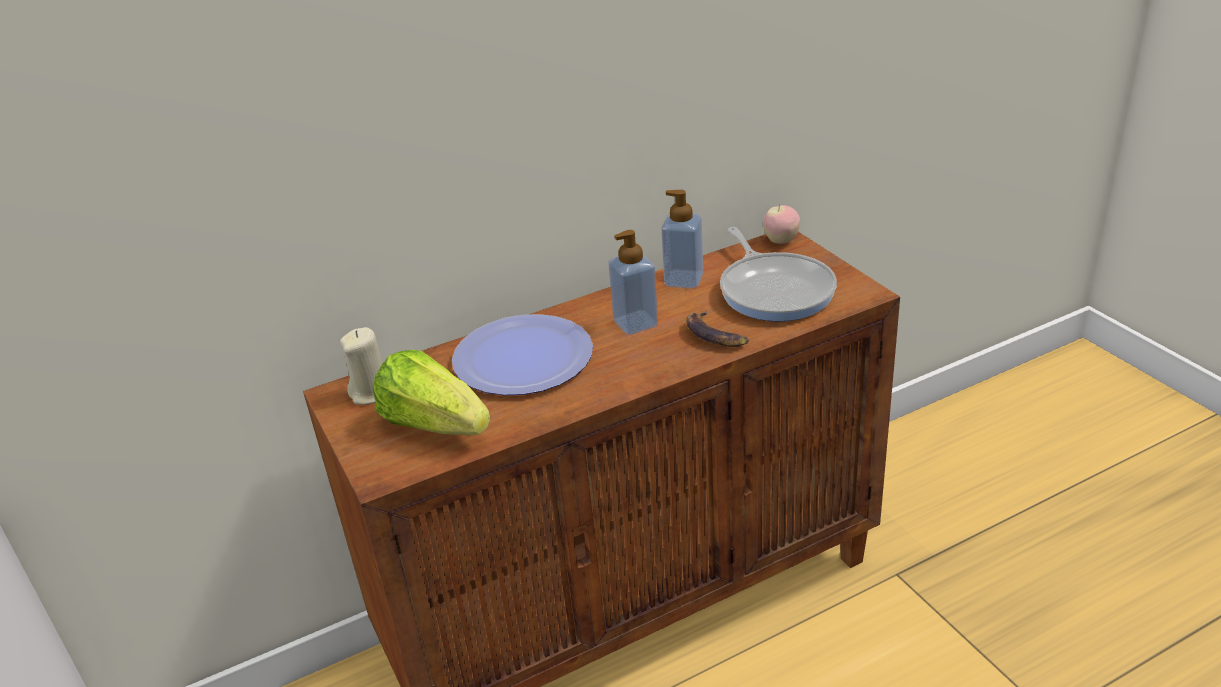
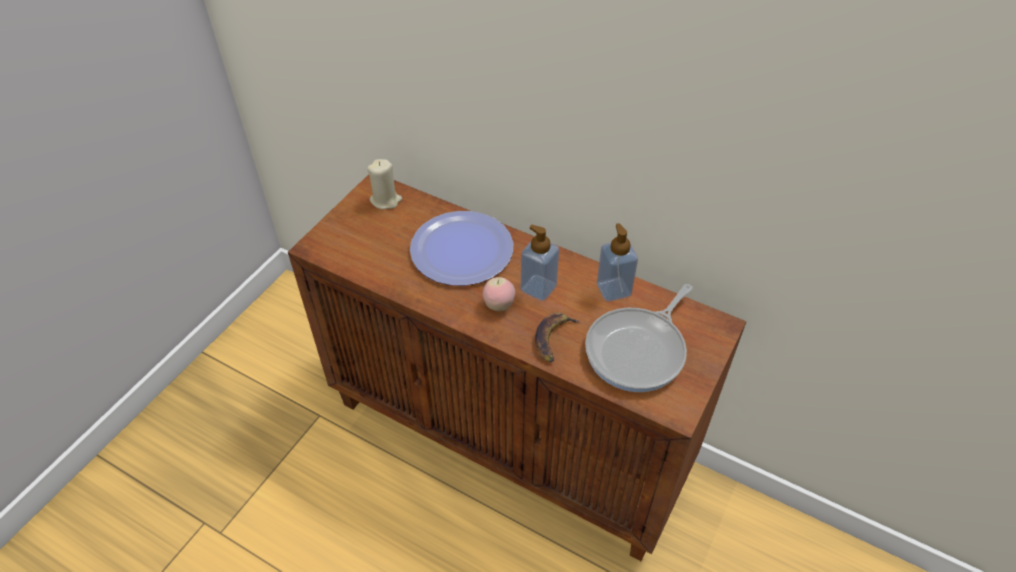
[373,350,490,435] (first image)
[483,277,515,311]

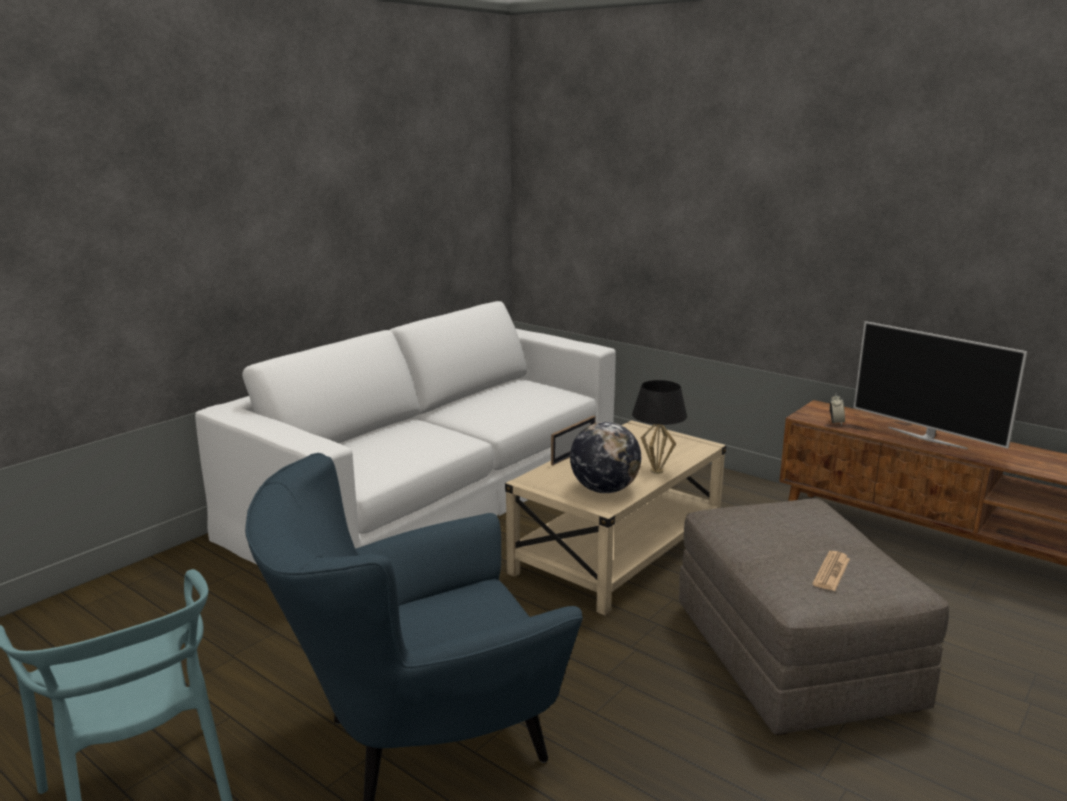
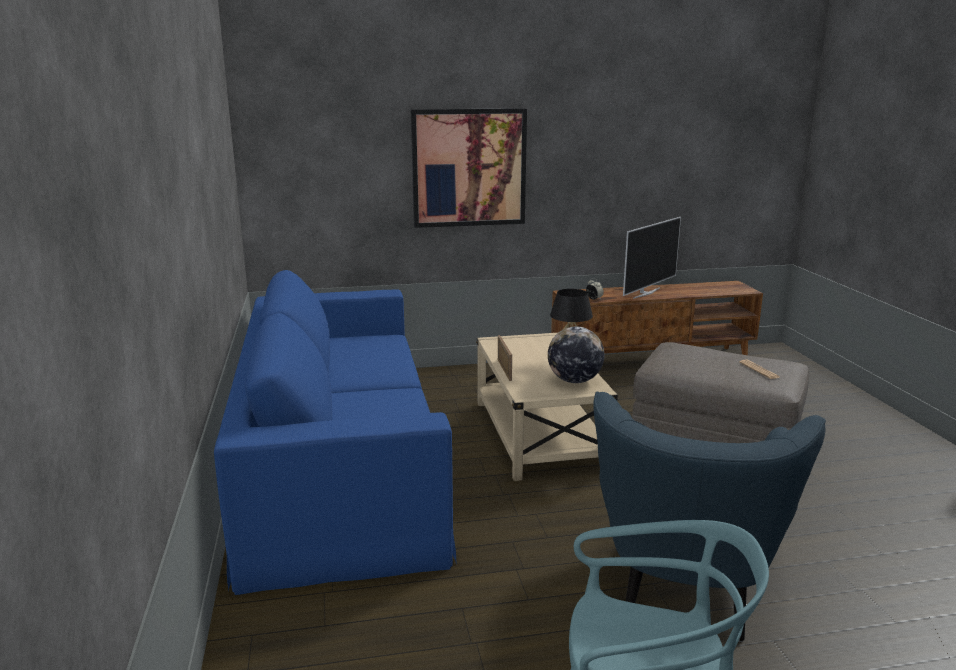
[411,108,527,228]
[214,270,457,595]
[623,217,681,299]

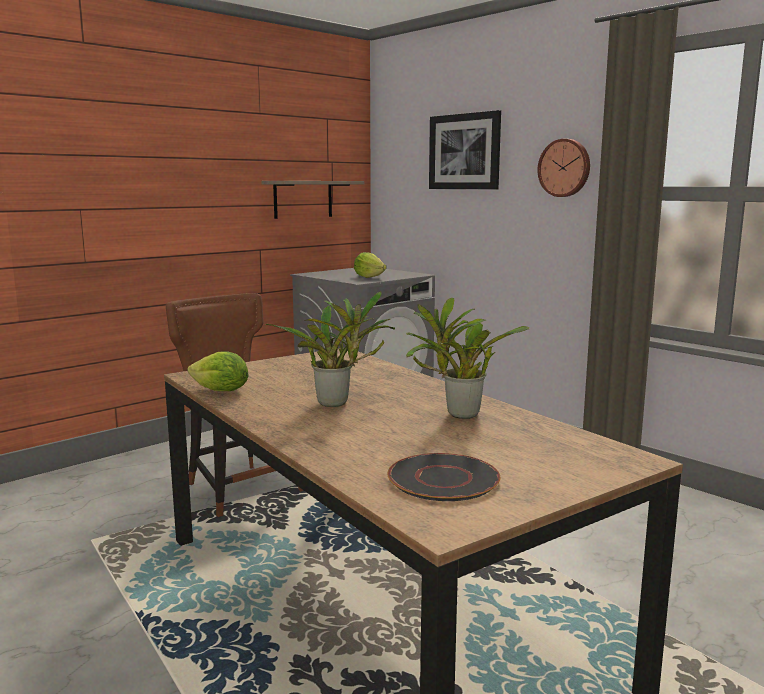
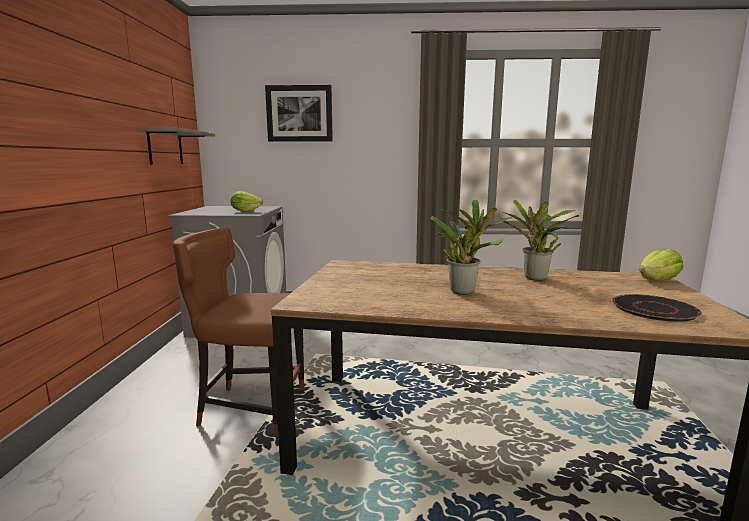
[537,139,590,197] (first image)
[639,249,683,281]

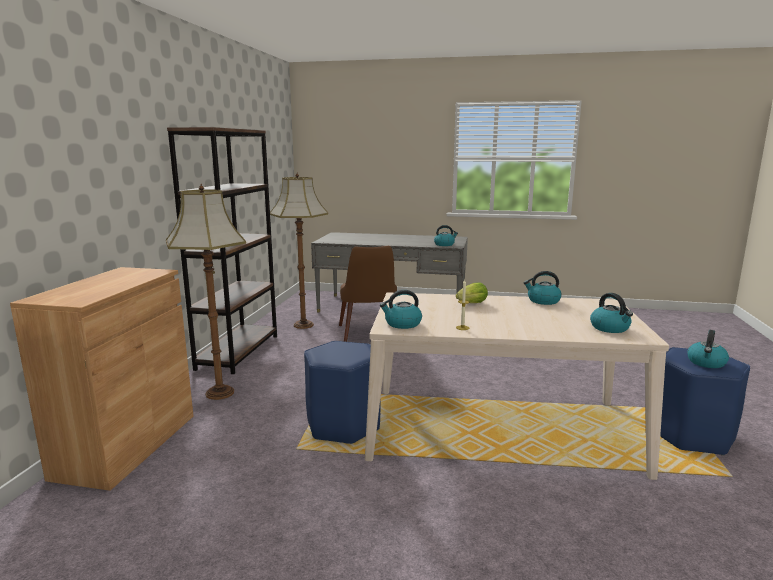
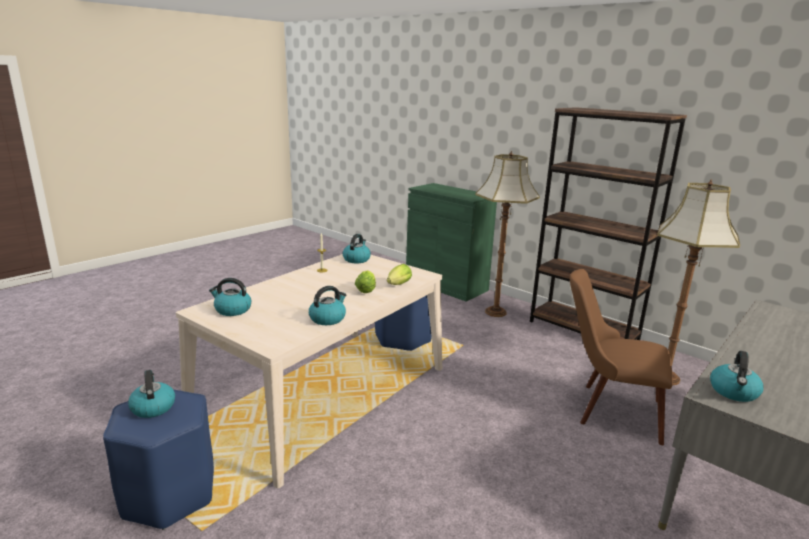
[387,264,412,285]
[406,183,497,301]

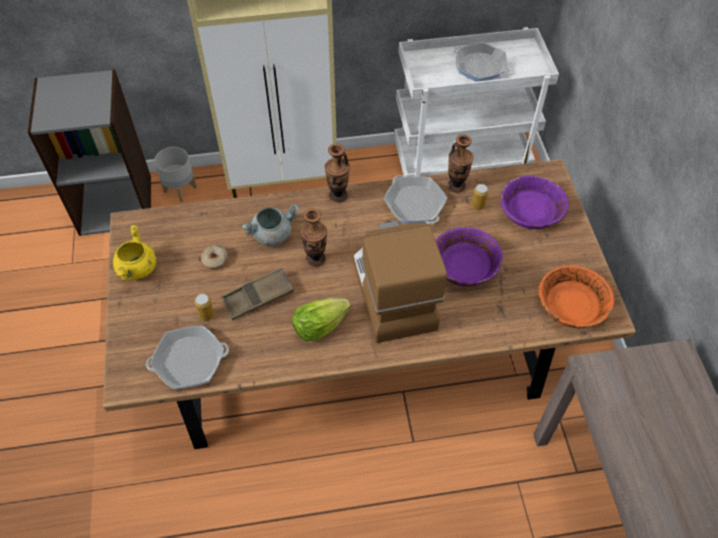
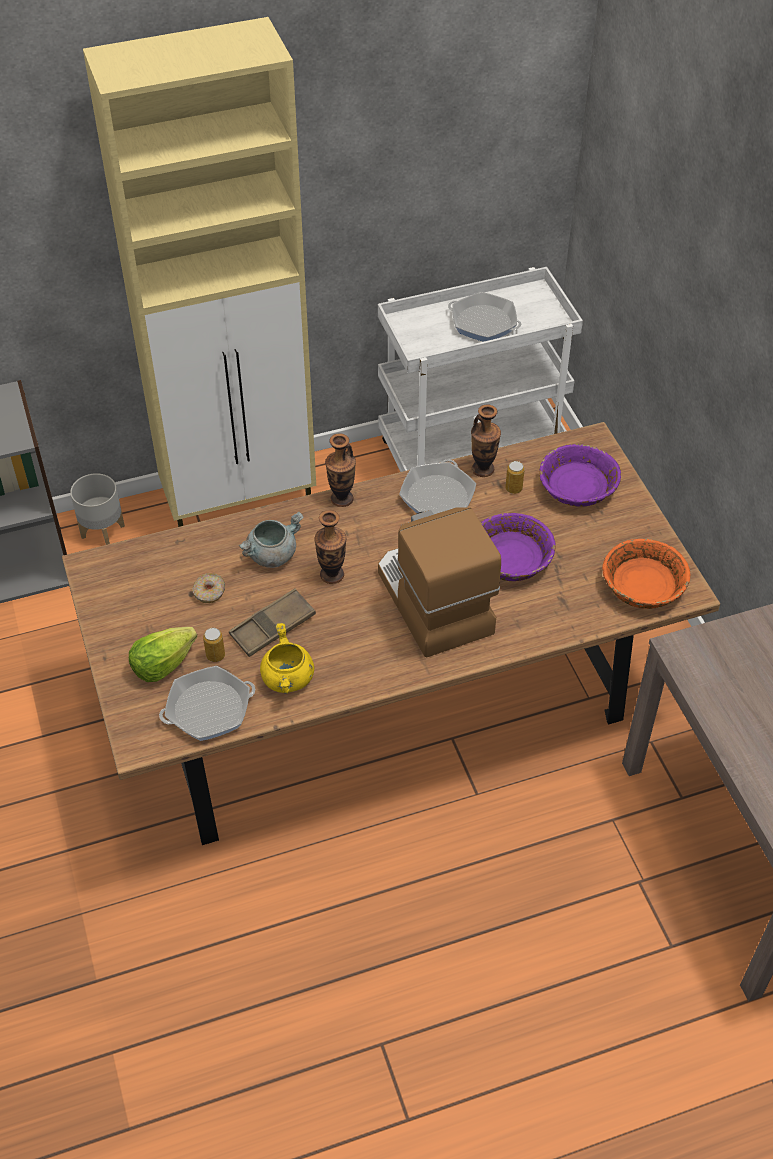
[260,623,314,694]
[129,627,198,682]
[399,459,476,514]

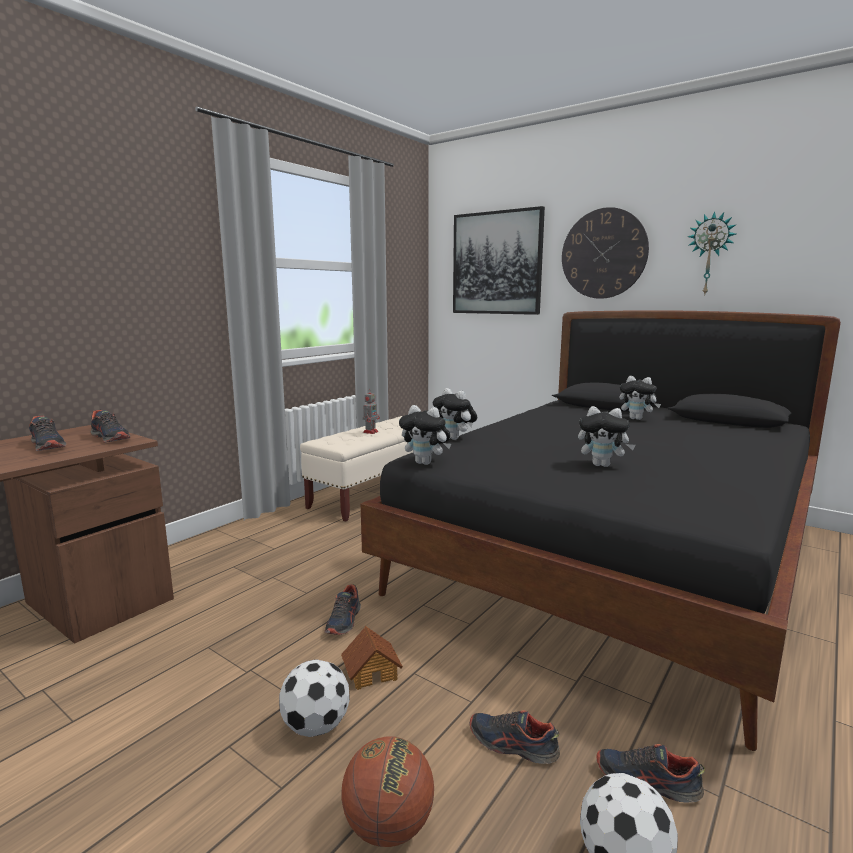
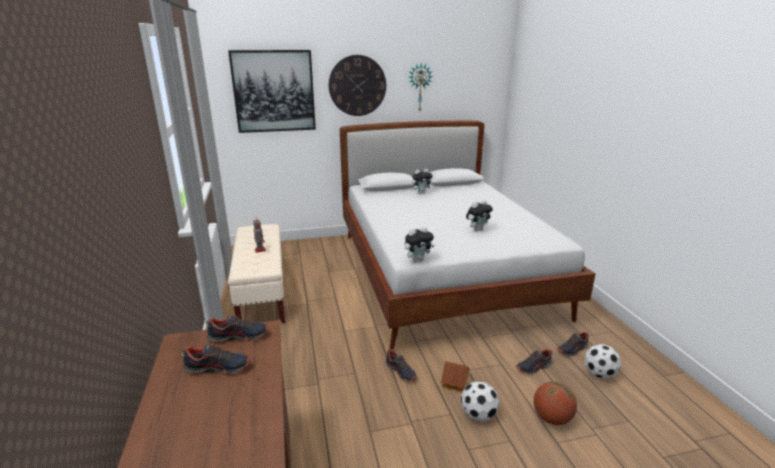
[433,388,477,440] (first image)
[340,121,596,350]

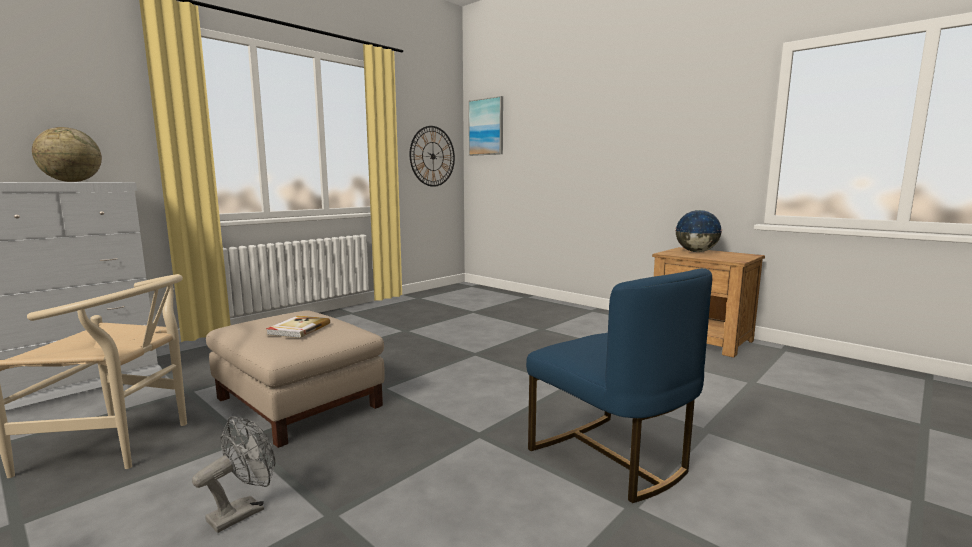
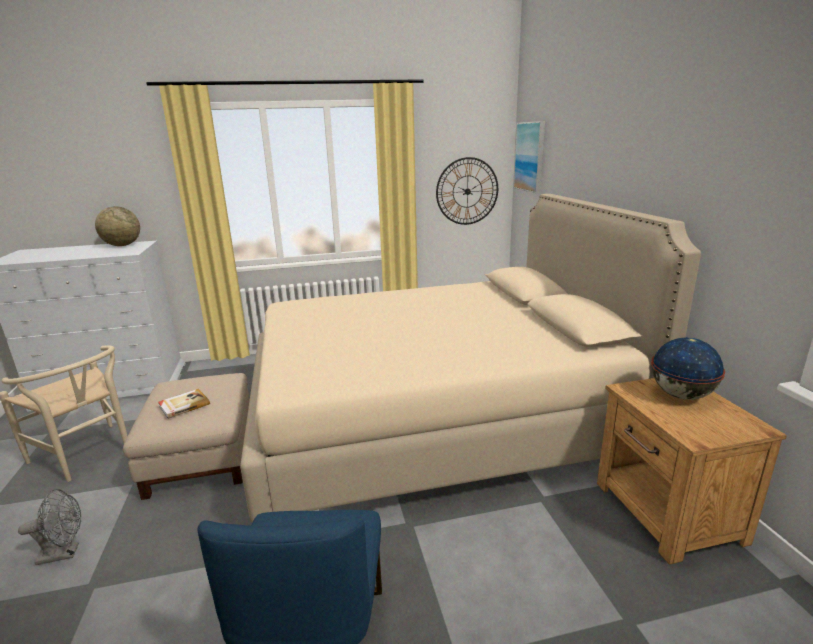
[240,194,701,523]

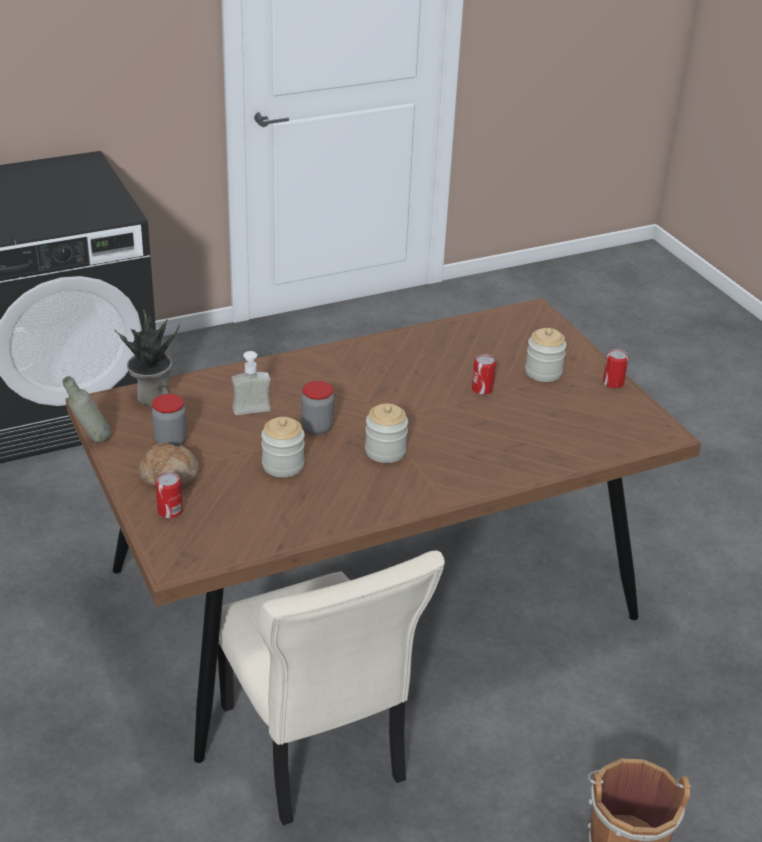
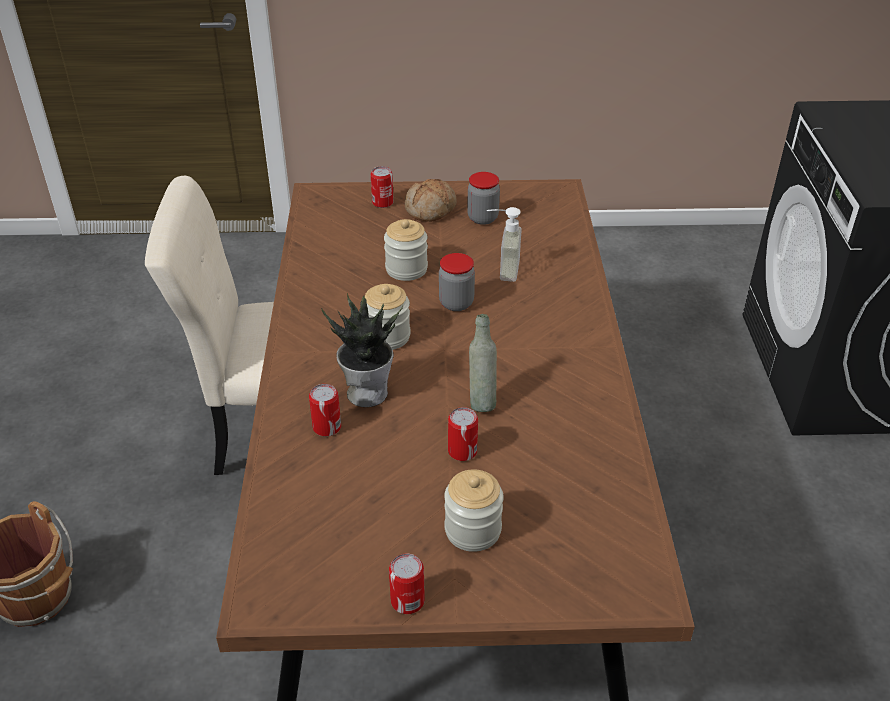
[309,384,341,436]
[469,314,497,412]
[321,293,403,407]

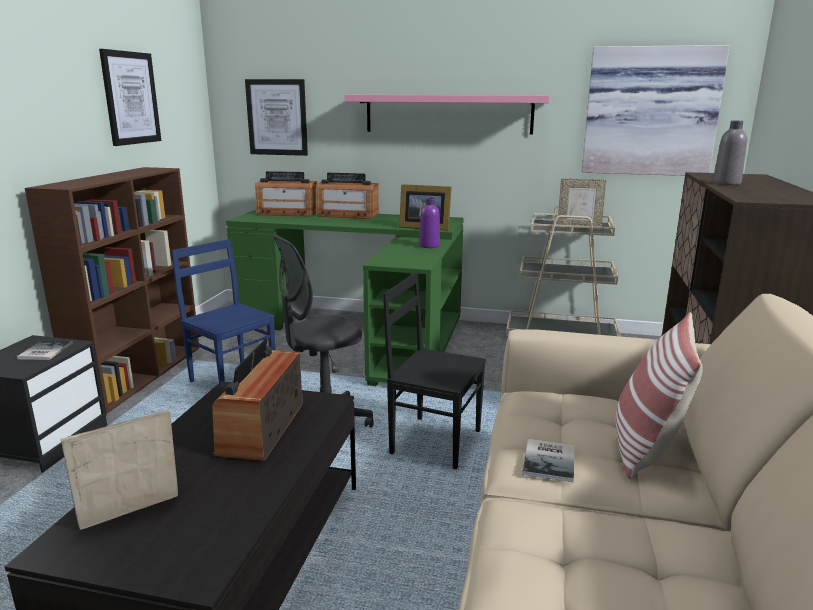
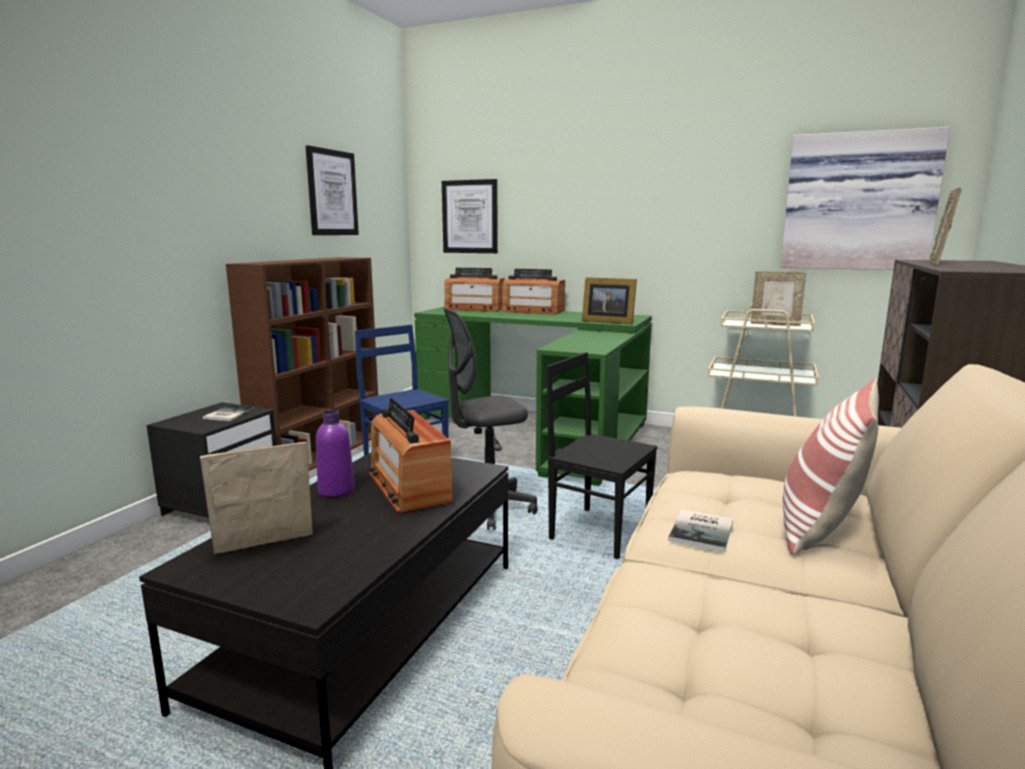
[344,95,550,134] (first image)
[316,410,354,497]
[930,188,962,265]
[369,398,452,513]

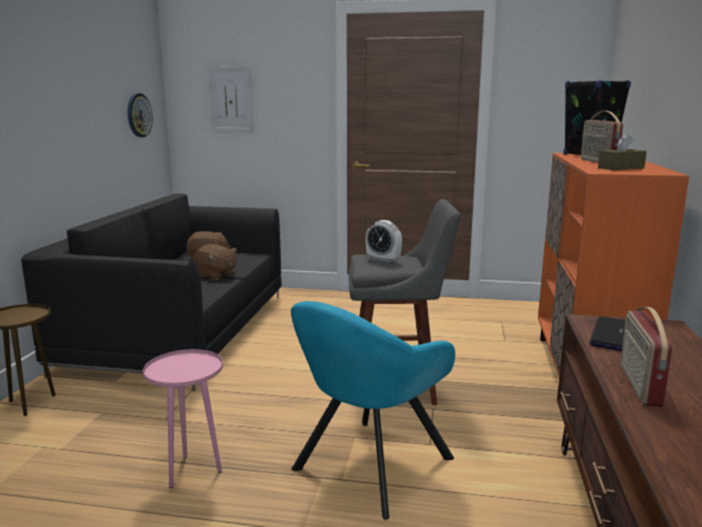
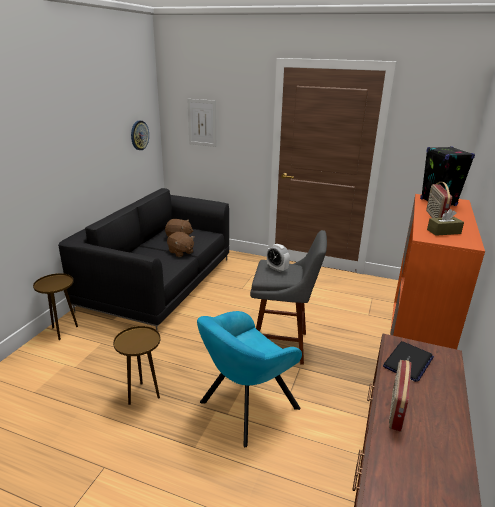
[113,326,160,405]

